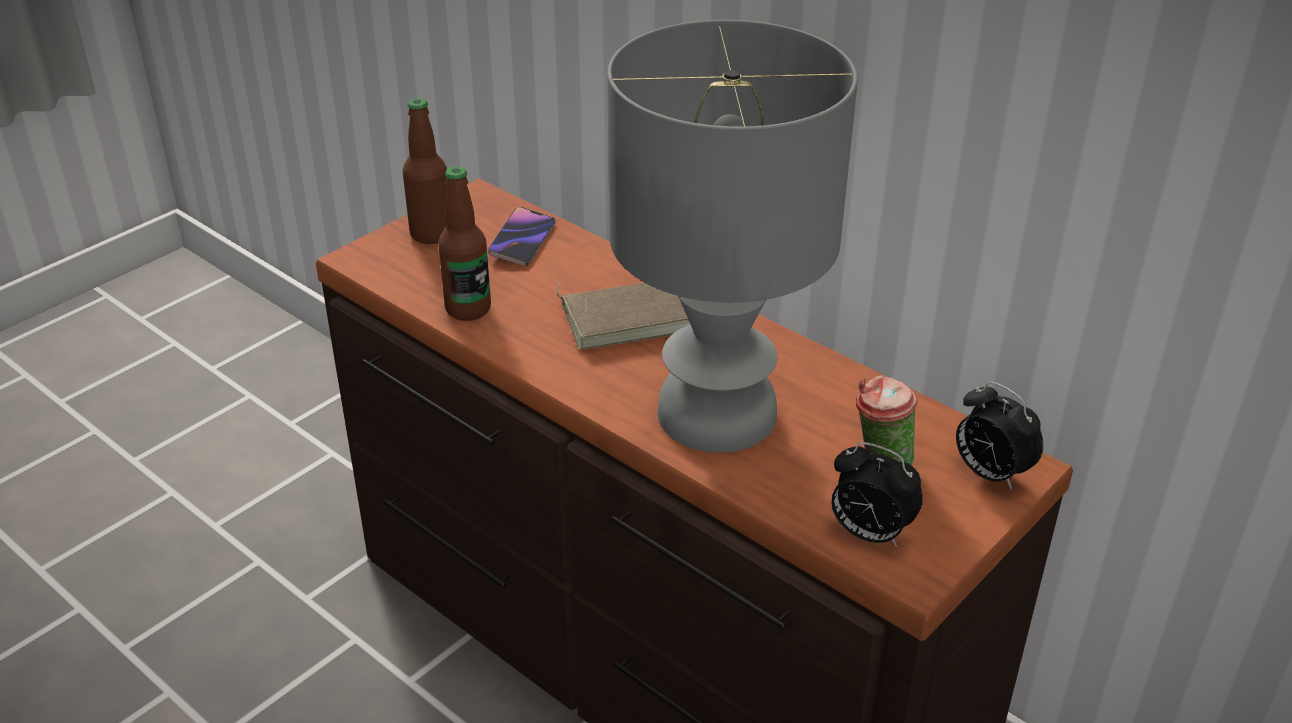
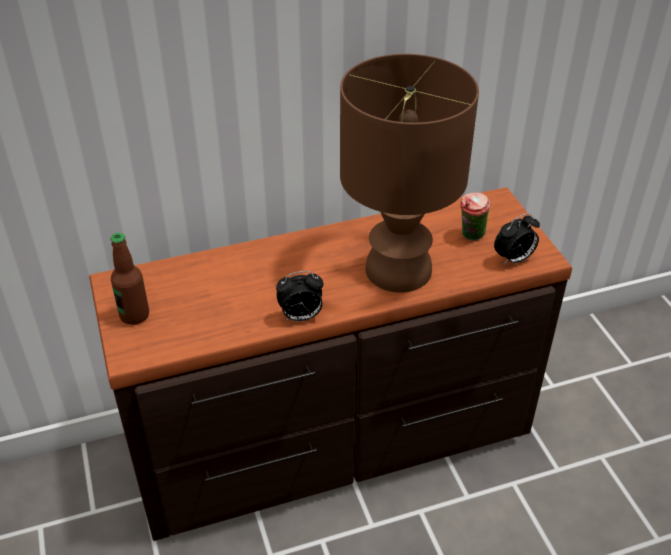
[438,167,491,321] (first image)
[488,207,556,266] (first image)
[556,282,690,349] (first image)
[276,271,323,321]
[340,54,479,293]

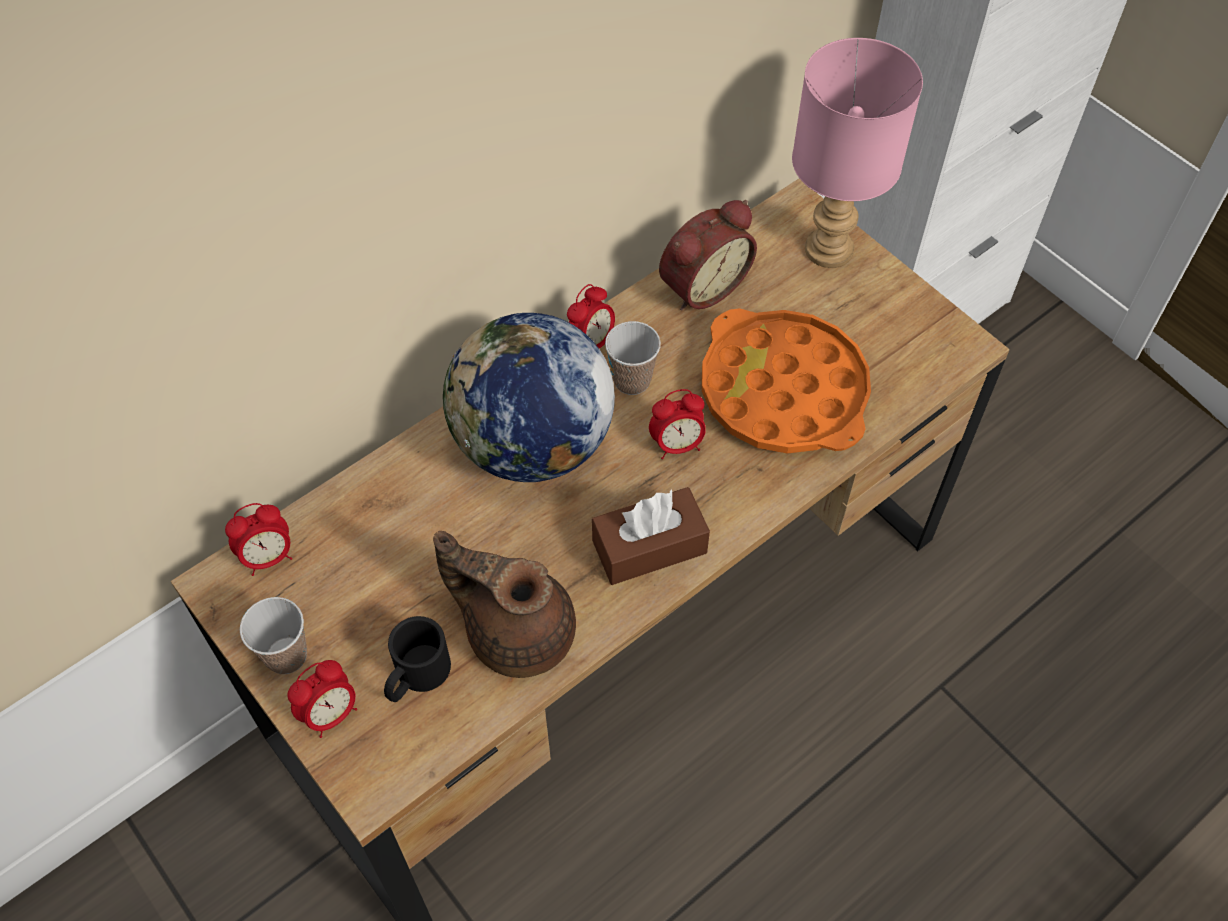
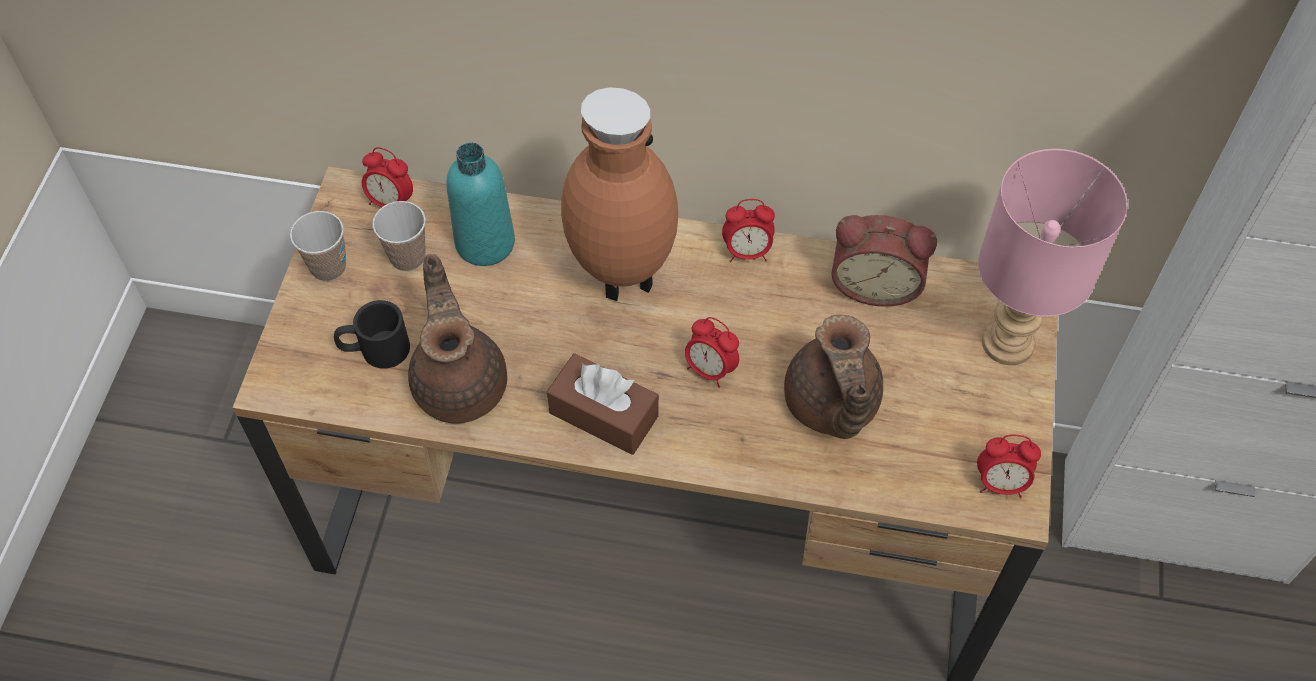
[446,142,515,266]
[977,435,1041,498]
[372,201,426,271]
[561,87,678,301]
[784,315,883,439]

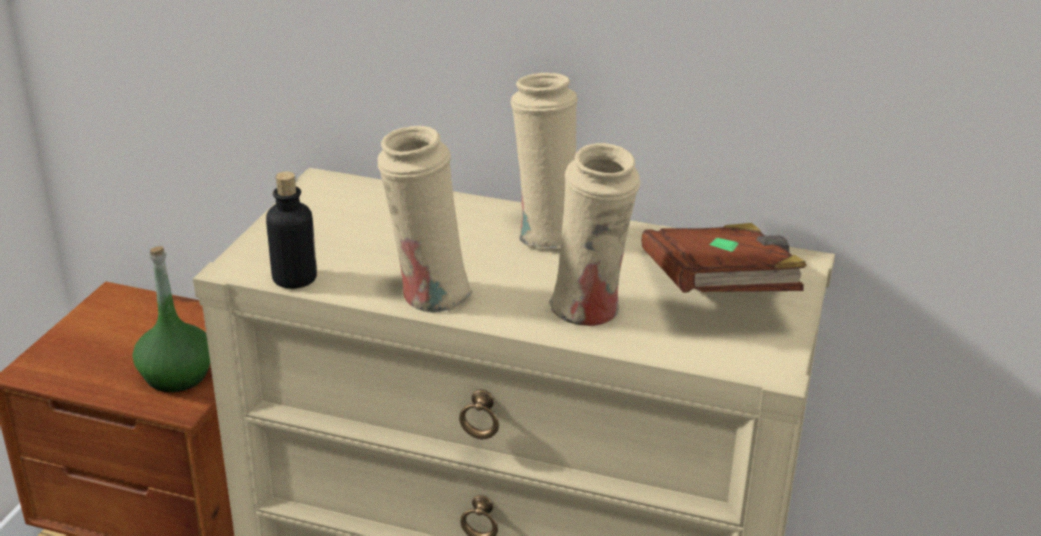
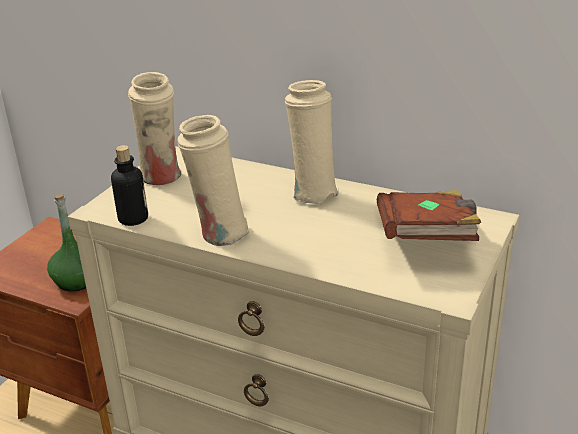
[128,72,182,185]

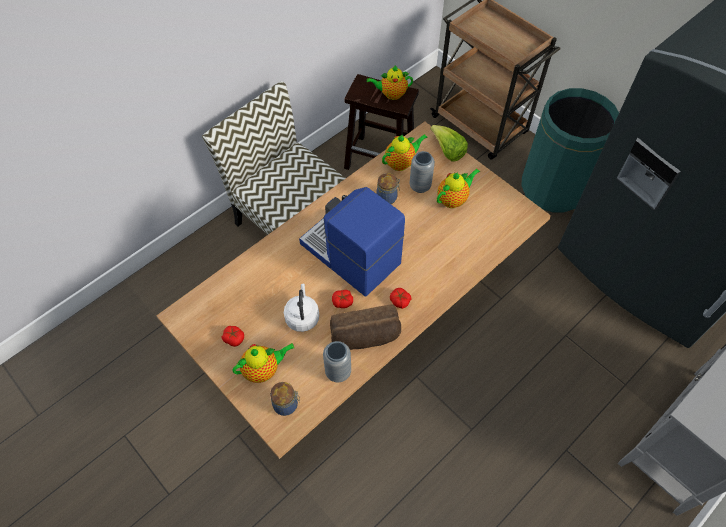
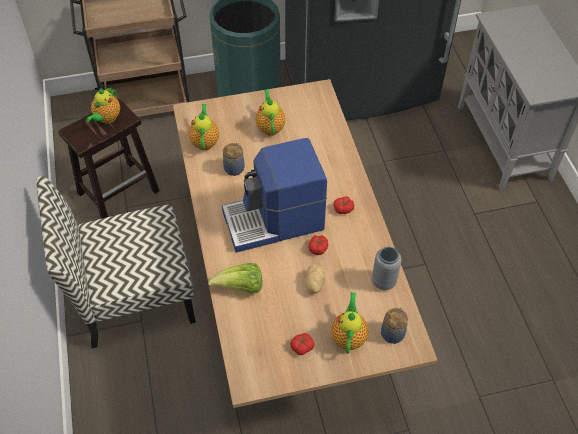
[330,304,401,350] (first image)
[410,151,435,193] (first image)
[208,263,262,294]
[305,264,325,294]

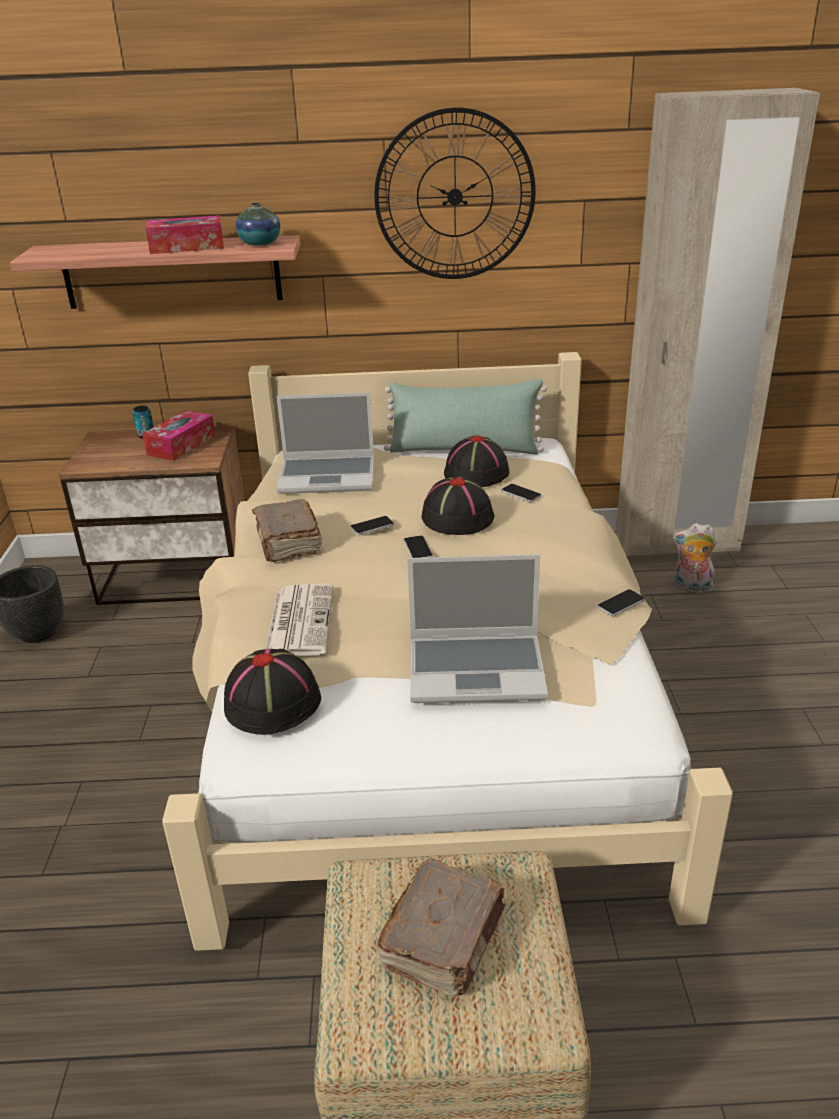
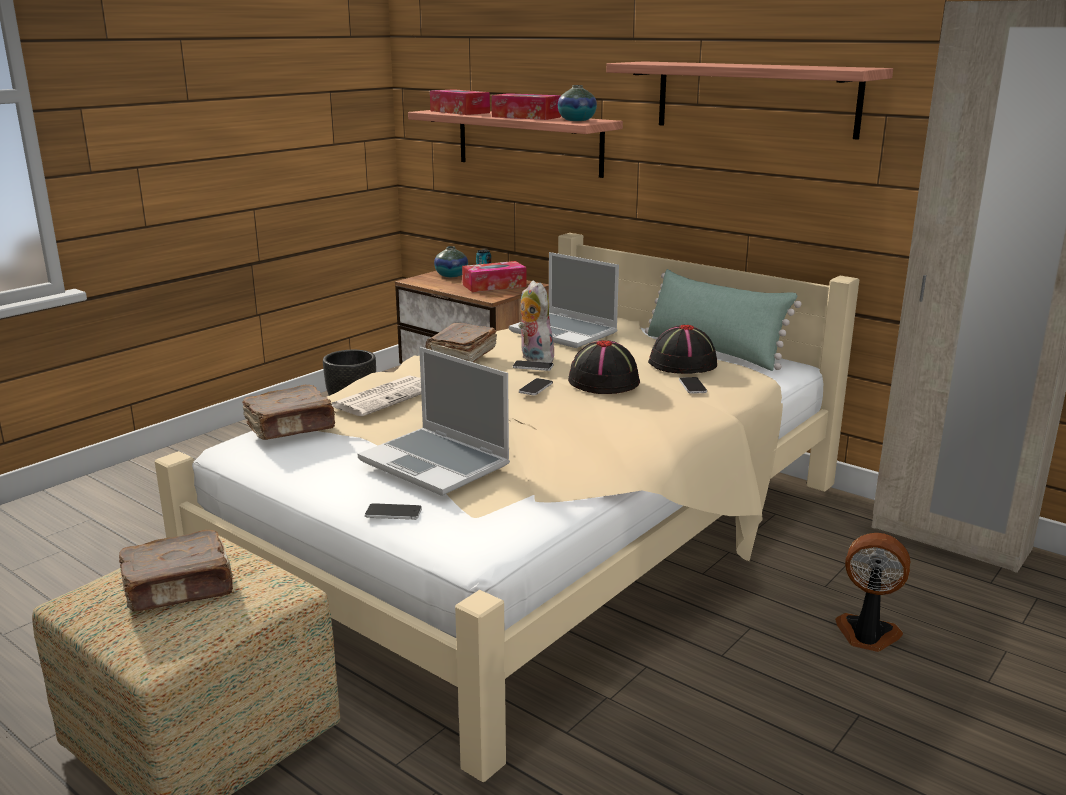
[430,89,490,115]
[434,246,468,277]
[835,533,910,652]
[365,503,422,520]
[519,281,554,363]
[242,385,336,440]
[606,61,893,139]

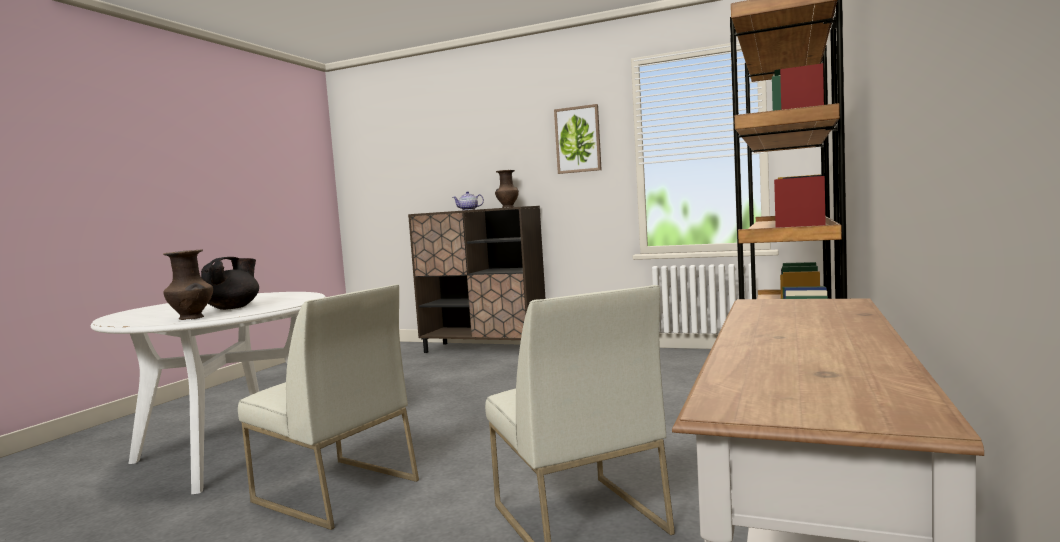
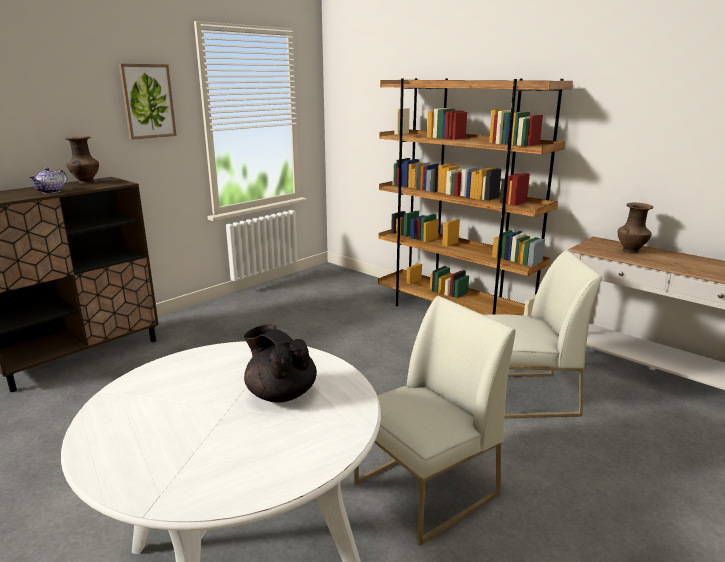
[618,202,653,254]

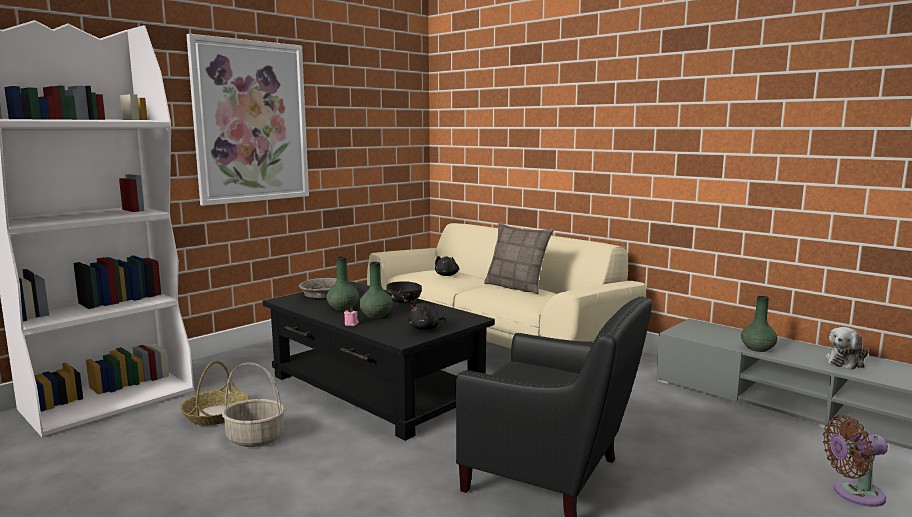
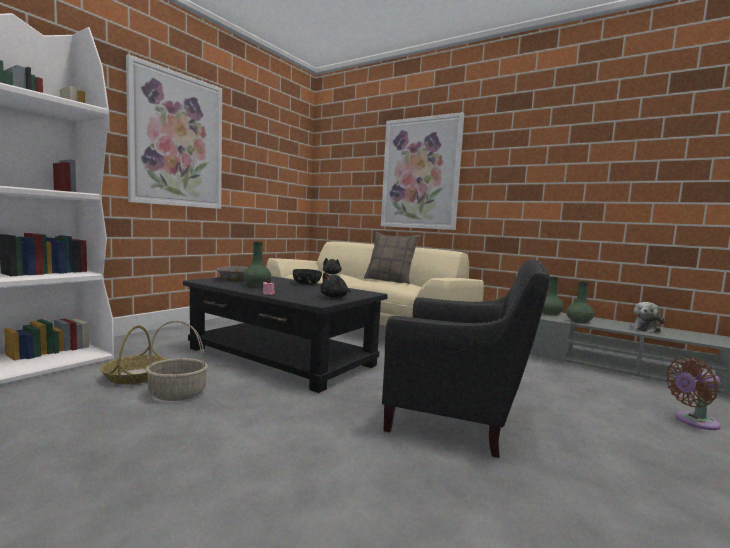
[381,112,464,230]
[542,276,564,315]

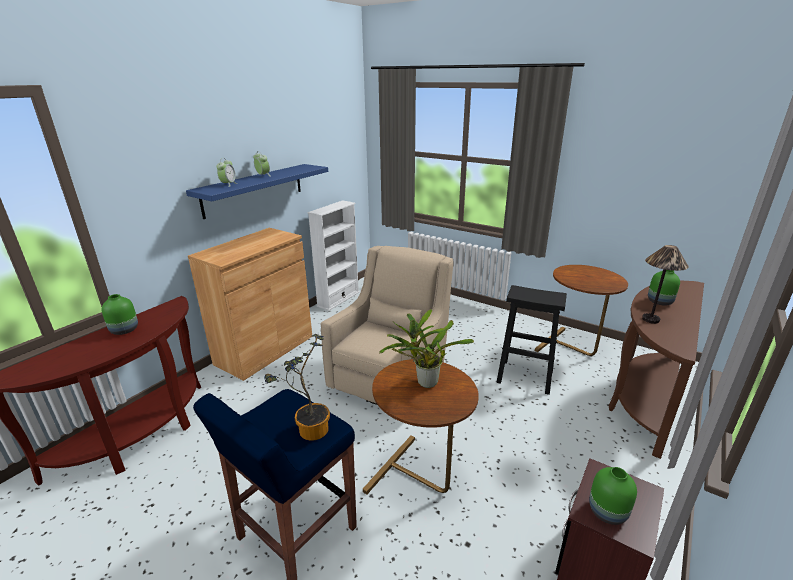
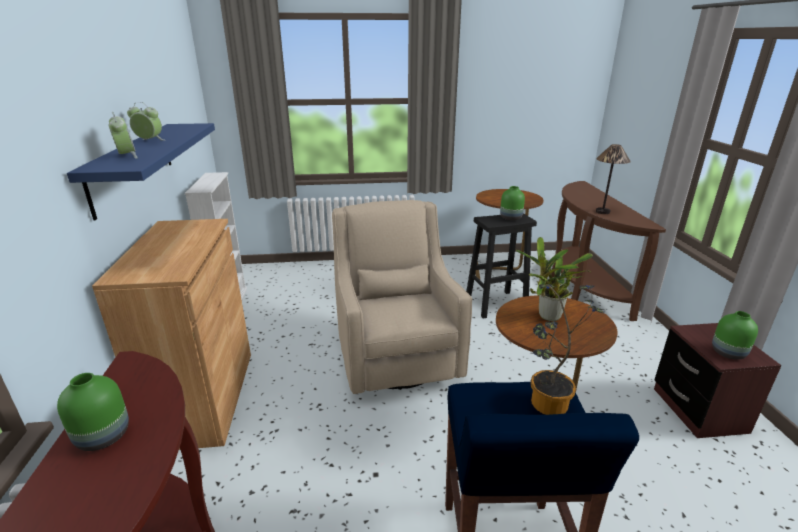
[500,186,525,220]

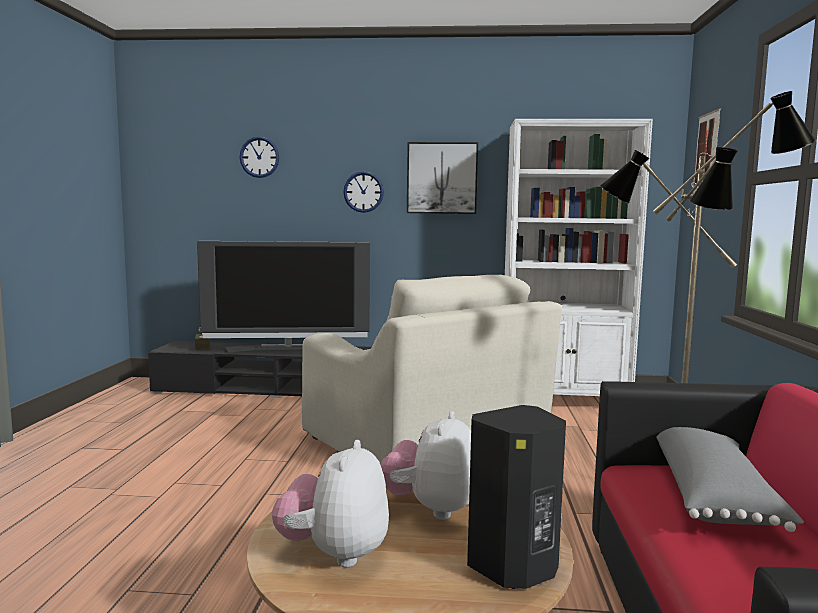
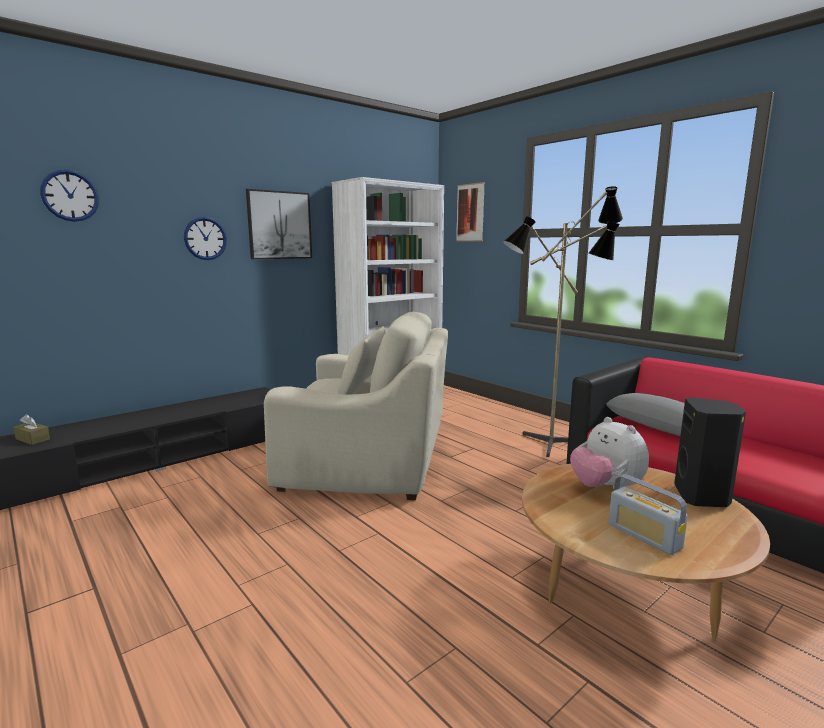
[197,241,370,353] (first image)
[609,474,688,555]

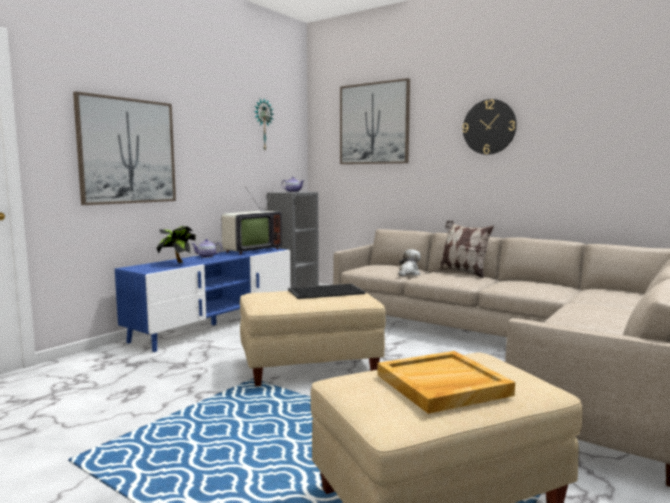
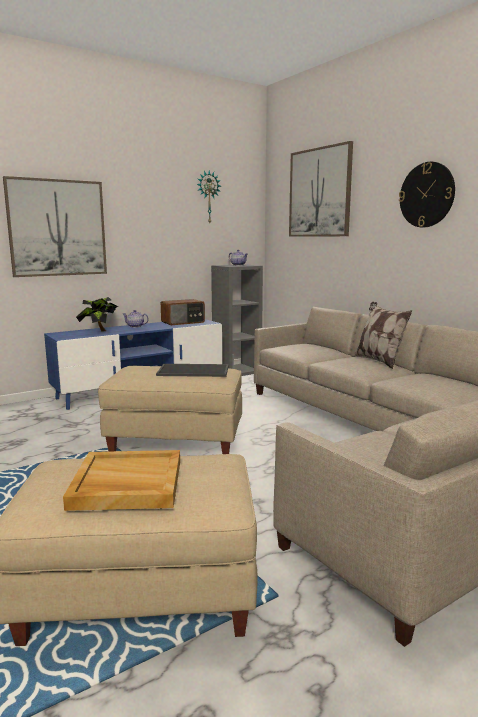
[398,249,421,276] (first image)
[161,299,205,325]

